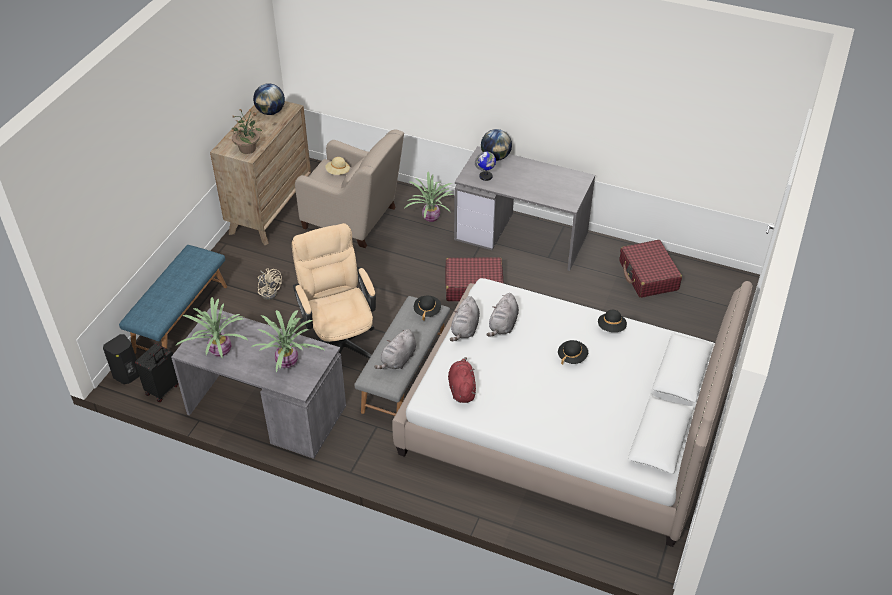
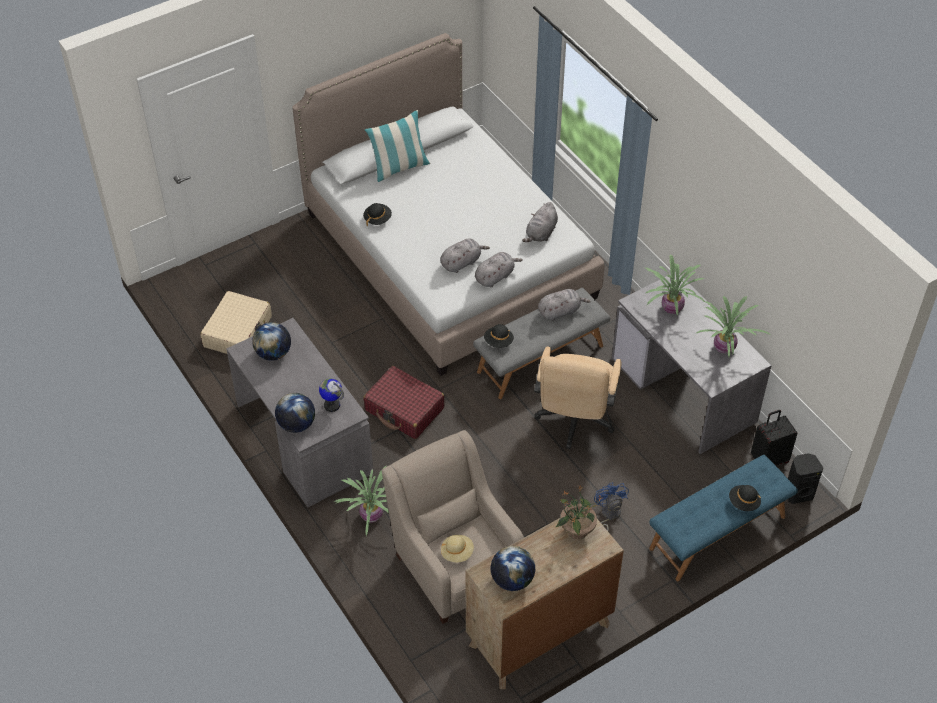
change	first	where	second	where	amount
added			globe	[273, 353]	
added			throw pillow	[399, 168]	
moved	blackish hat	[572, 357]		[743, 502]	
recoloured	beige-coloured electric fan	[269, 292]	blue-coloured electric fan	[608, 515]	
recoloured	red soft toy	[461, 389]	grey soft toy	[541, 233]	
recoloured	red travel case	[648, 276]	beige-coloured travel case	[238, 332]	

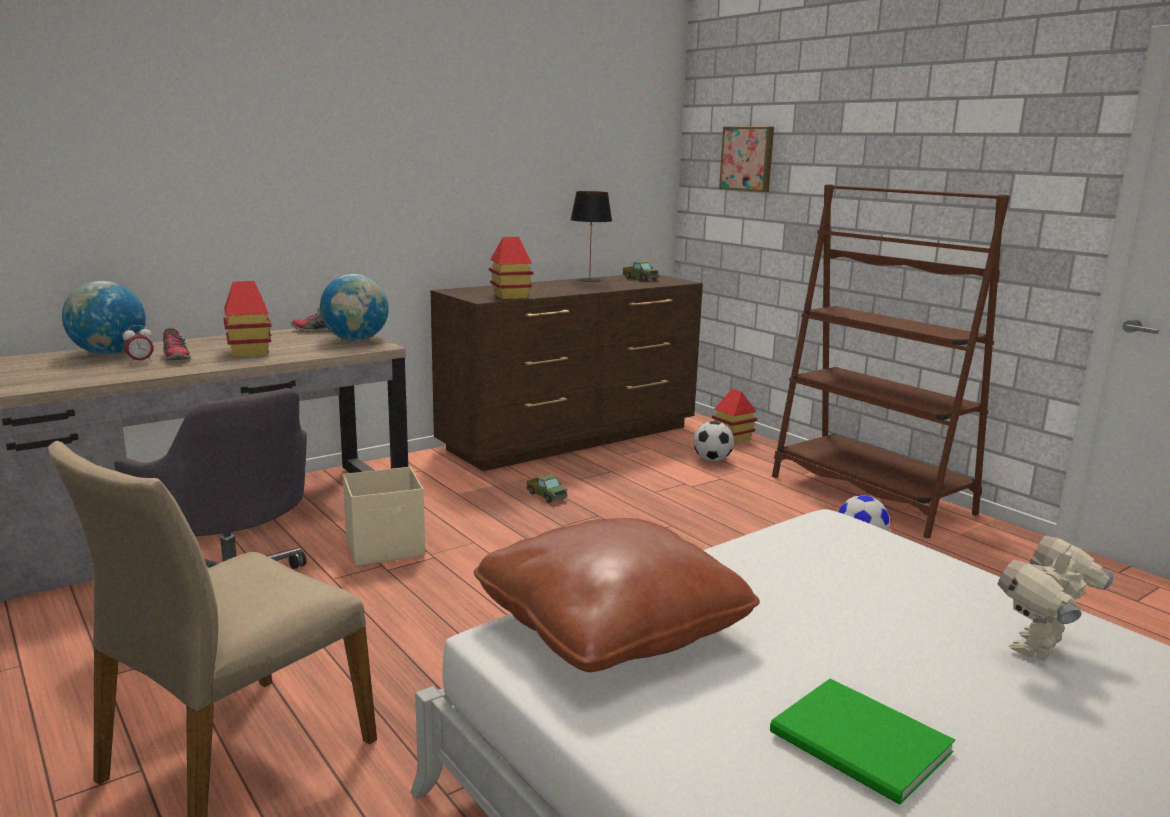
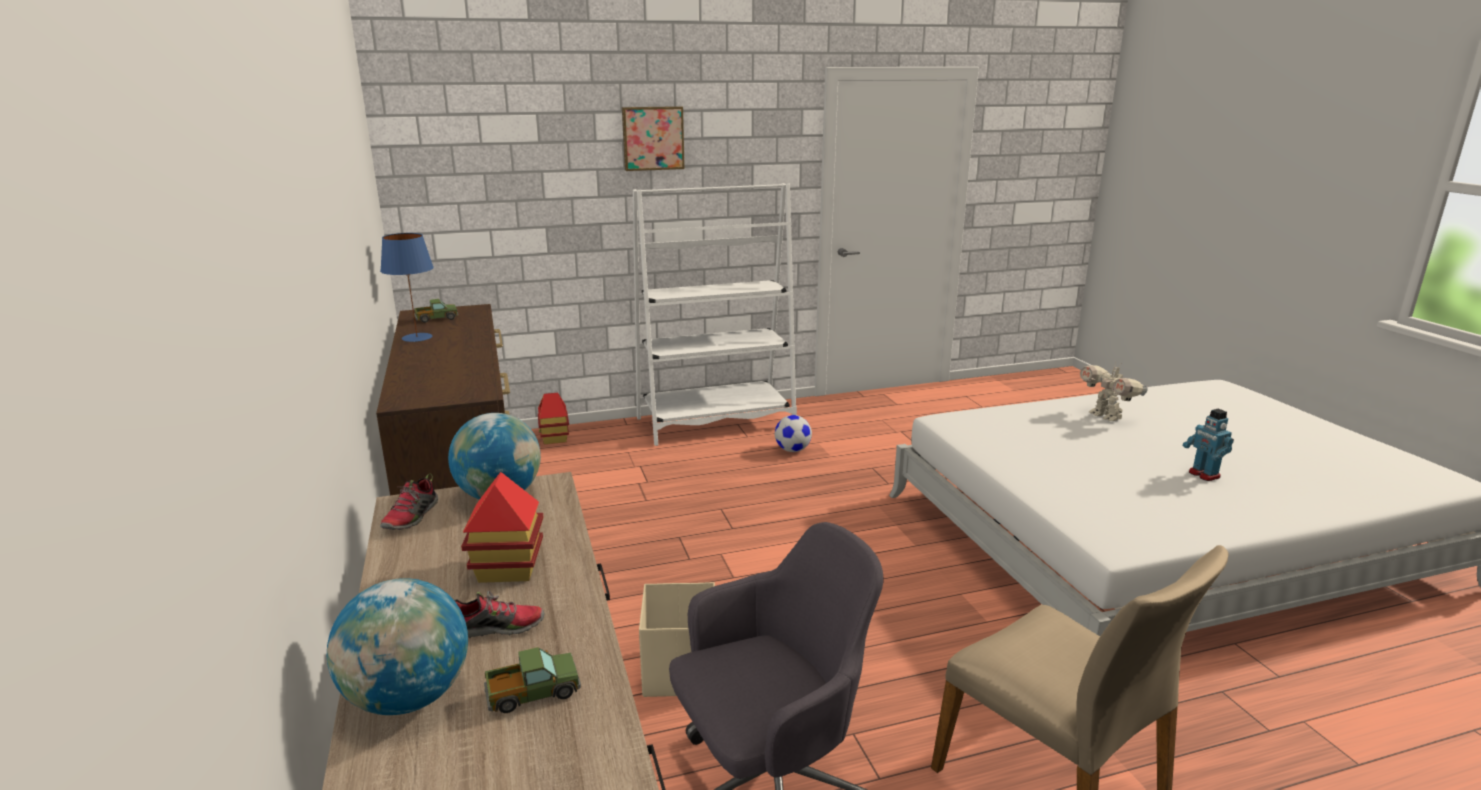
change	first	where	second	where	amount
removed	alarm clock	[140, 362]			
removed	brown throw pillow	[610, 625]			
removed	miniature house	[510, 296]			
removed	football ball	[712, 460]			
moved	model truck	[546, 496]		[533, 694]	
moved	wall art	[748, 158]		[652, 138]	
replaced	green volume	[862, 746]	model robot	[1203, 475]	
recoloured	blackish tabletop lamp	[590, 280]	blue-coloured tabletop lamp	[417, 337]	
recoloured	brown shelving unit	[870, 495]	white shelving unit	[716, 423]	

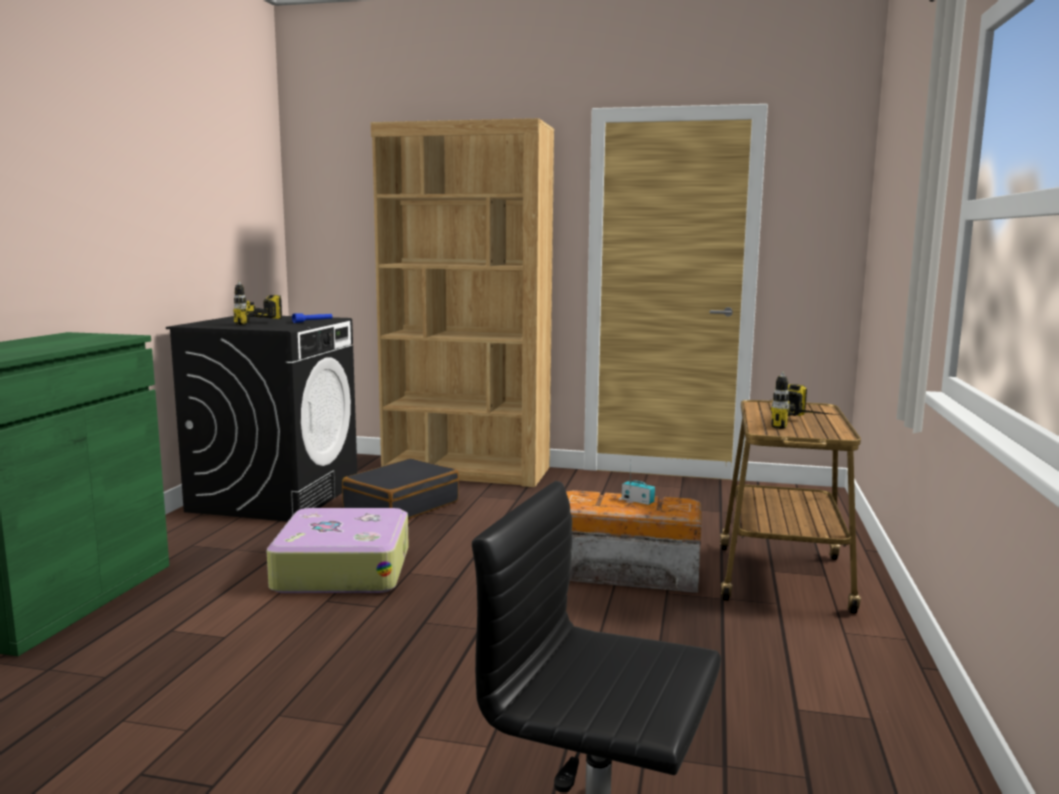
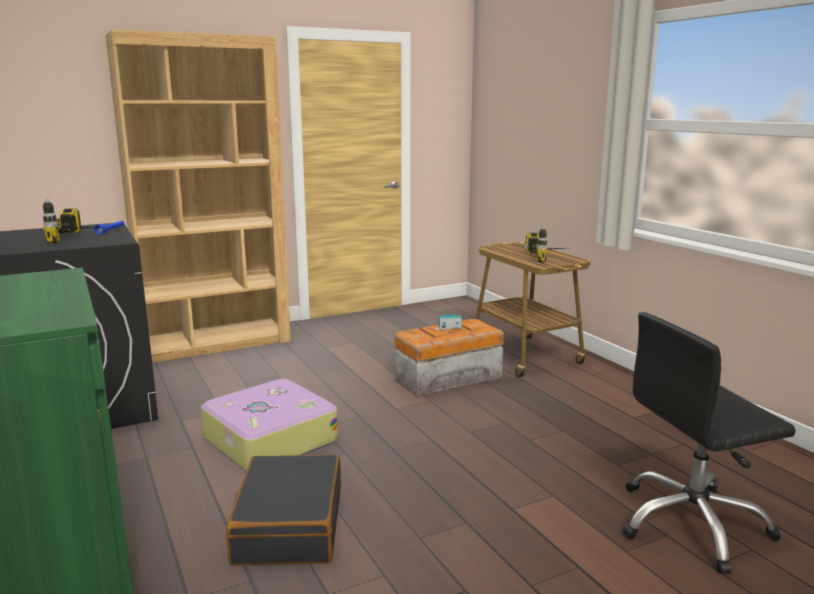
change	first	where	second	where	amount
moved	blackish travel case	[401, 505]		[288, 525]	

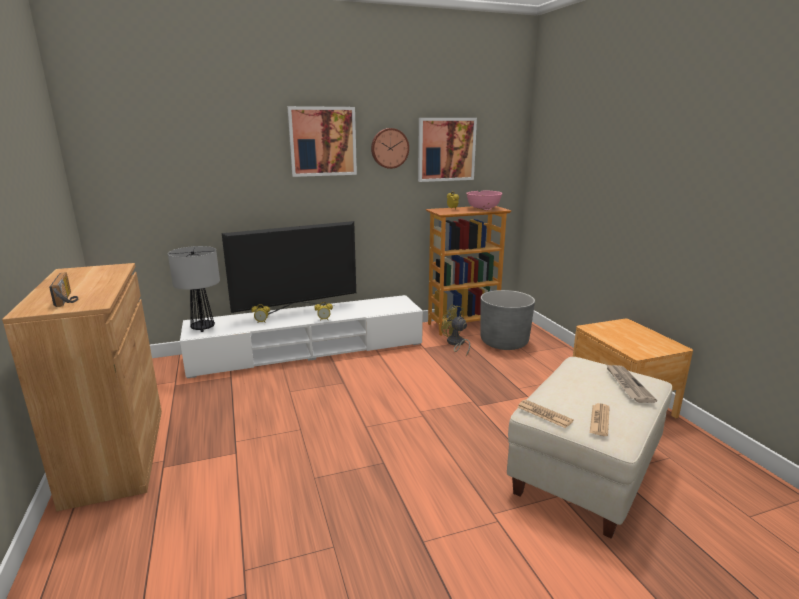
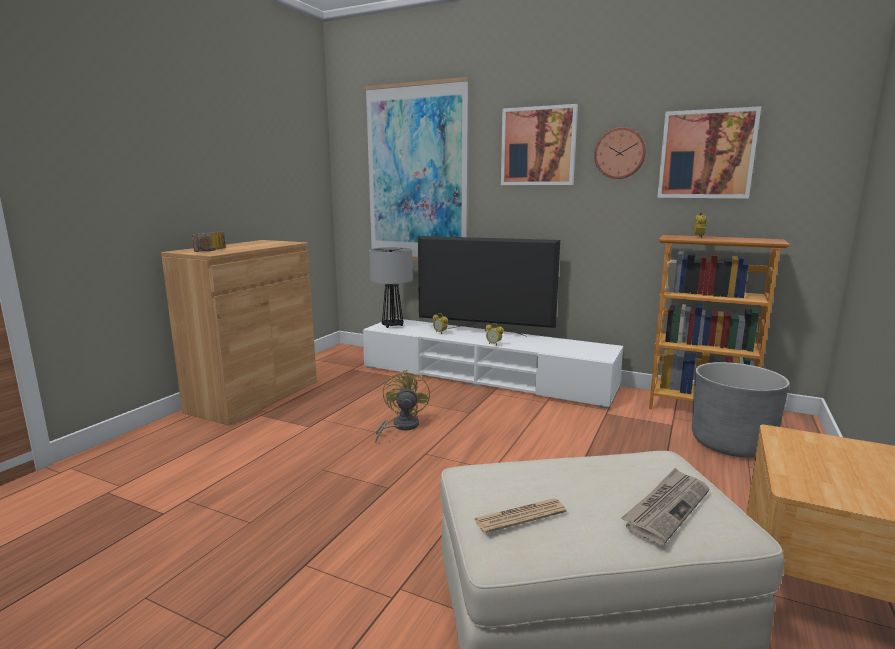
change	first	where	second	where	amount
removed	pink-coloured serving bowl	[483, 209]			
removed	newspaper	[544, 414]			
added			wall art	[416, 174]	
moved	yellow-coloured electric fan	[455, 344]		[401, 427]	

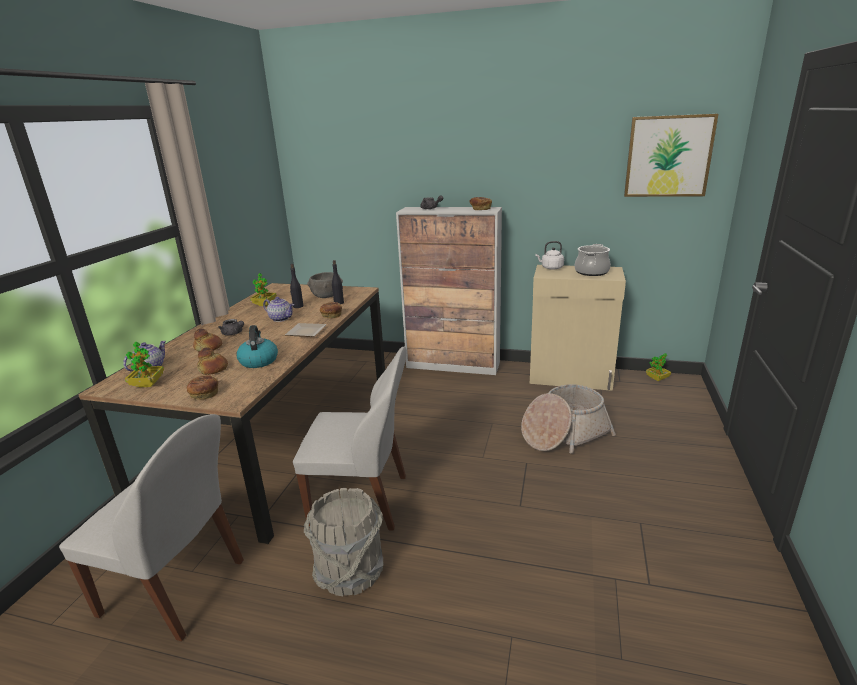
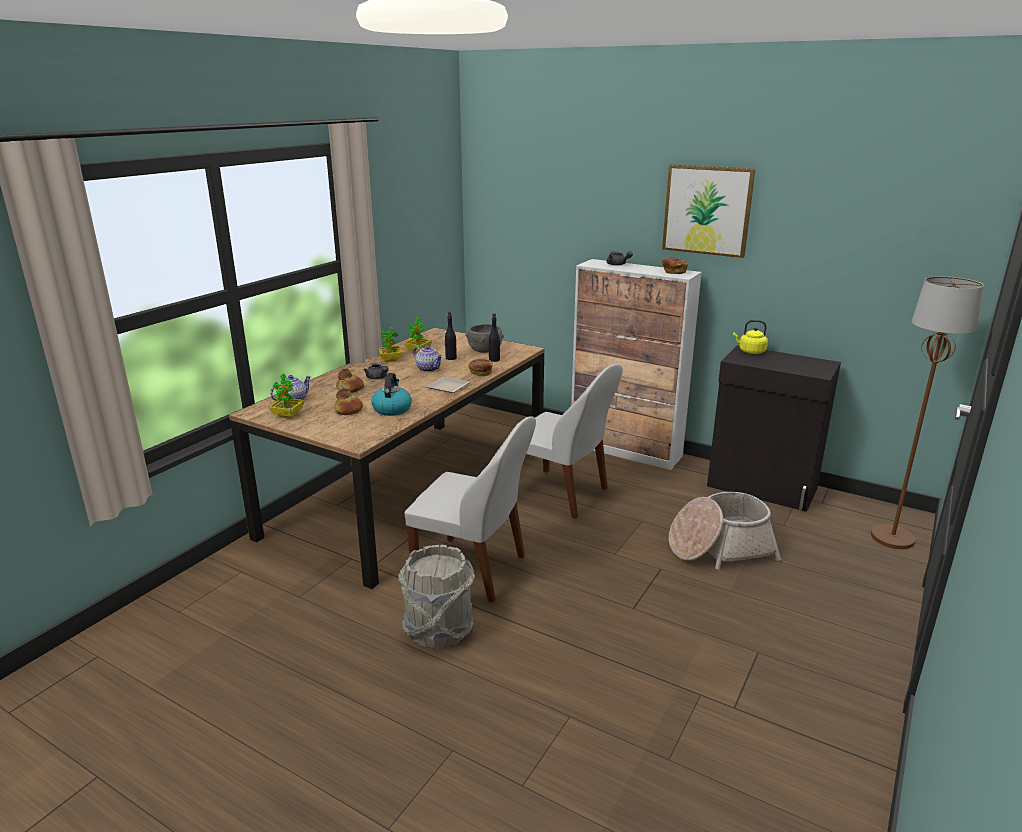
change	first	where	second	where	amount
removed	baked bread	[204, 394]			
removed	cooking pot	[591, 272]			
added			brown standard lamp	[892, 538]	
moved	white plain chair	[176, 589]		[562, 494]	
moved	wall art	[668, 156]		[707, 210]	
moved	houseplant	[657, 378]		[390, 360]	
recoloured	beige-coloured cupboard	[571, 377]	blackish cupboard	[762, 488]	
recoloured	white tea kettle	[550, 268]	yellow-coloured tea kettle	[750, 351]	

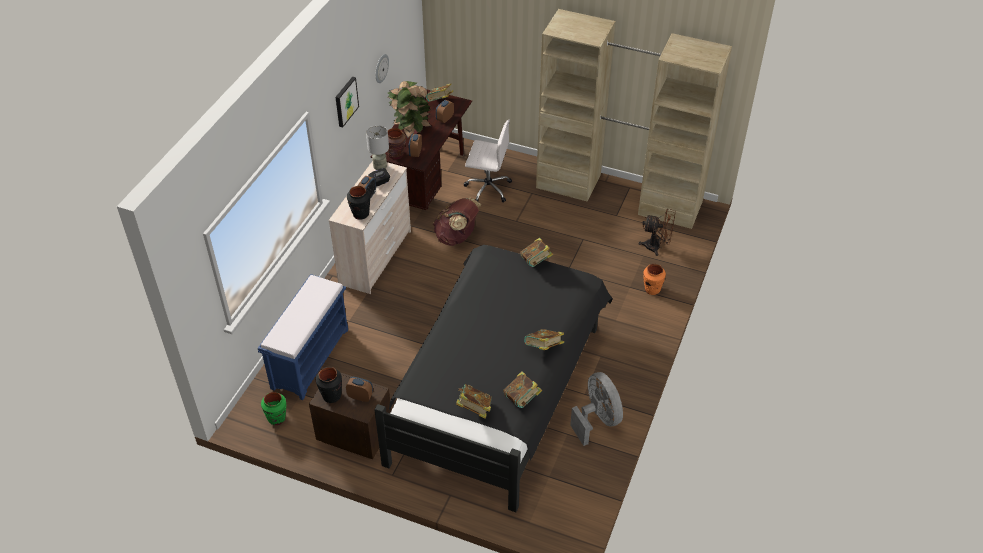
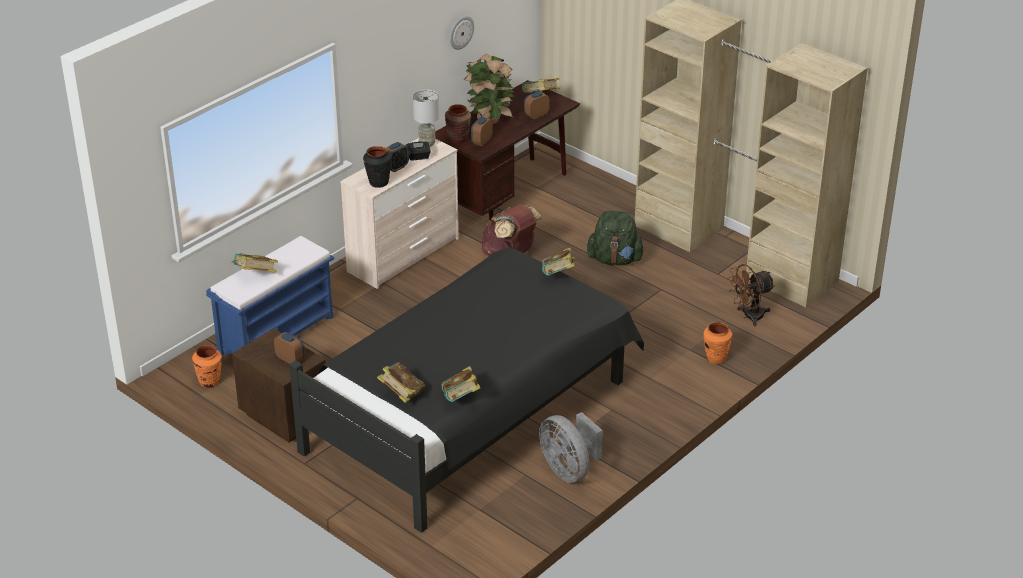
change	first	where	second	where	amount
removed	blackish vase	[331, 396]			
removed	wall art	[345, 101]			
removed	white desk chair	[487, 188]			
added			green backpack	[615, 259]	
moved	volume	[543, 348]		[255, 275]	
recoloured	green vase	[277, 418]	orange vase	[209, 381]	
turned	grey electric fan	[597, 420]		[569, 470]	150 degrees clockwise
turned	brown electric fan	[656, 247]		[748, 316]	120 degrees clockwise

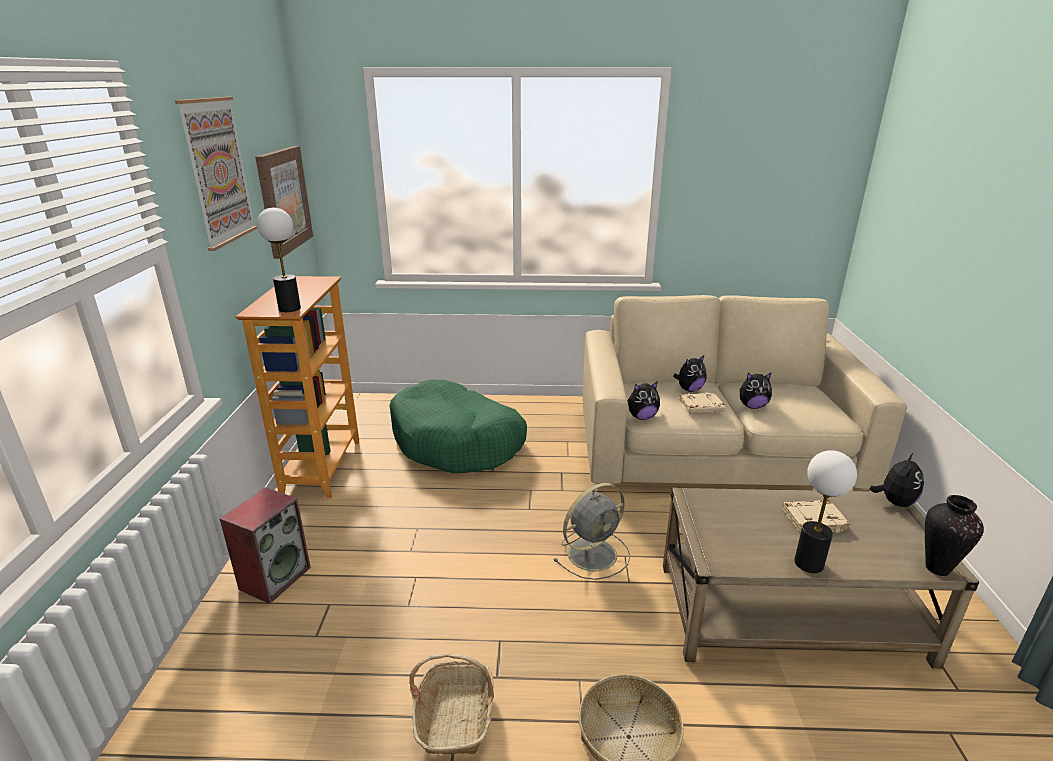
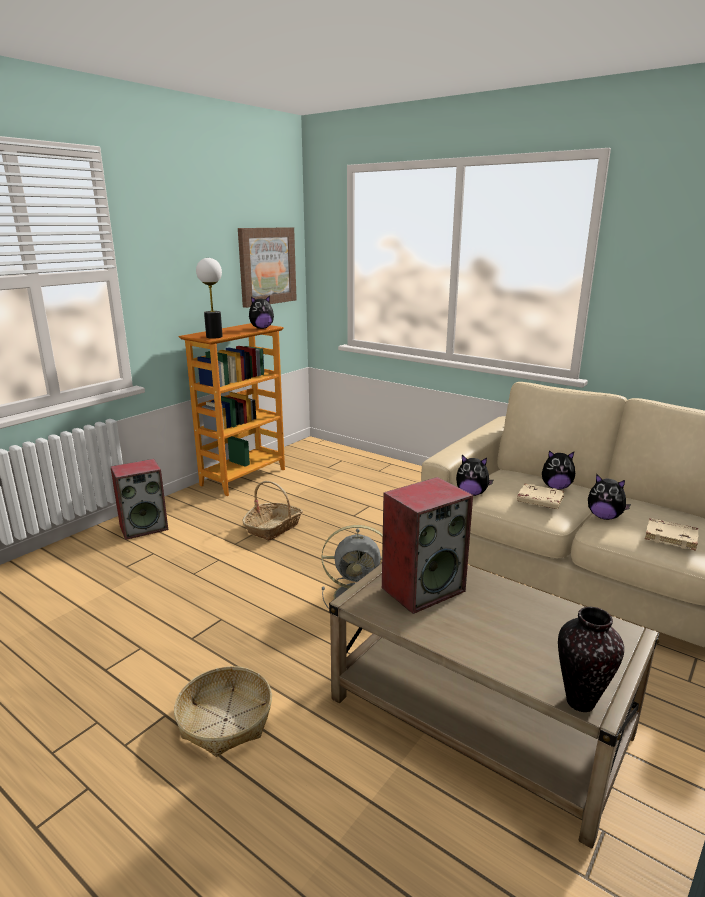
change	first	where	second	where	amount
removed	wall art	[217, 172]			
removed	green dog cushion	[457, 442]			
removed	tabletop lamp	[808, 563]			
added			audio speaker	[423, 588]	
moved	basket	[455, 716]		[273, 527]	
moved	beige-coloured volume	[814, 519]		[671, 537]	
moved	soft toy	[894, 502]		[261, 328]	

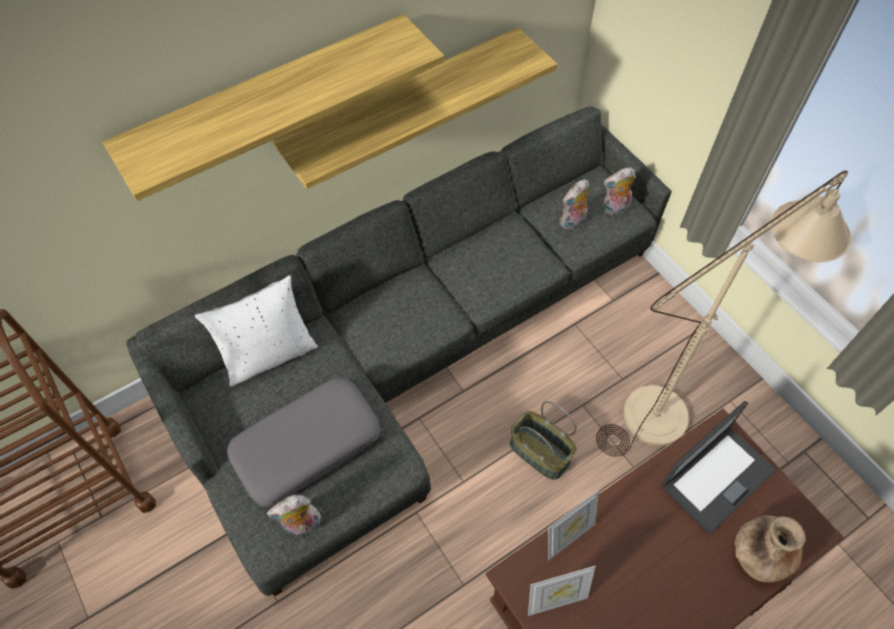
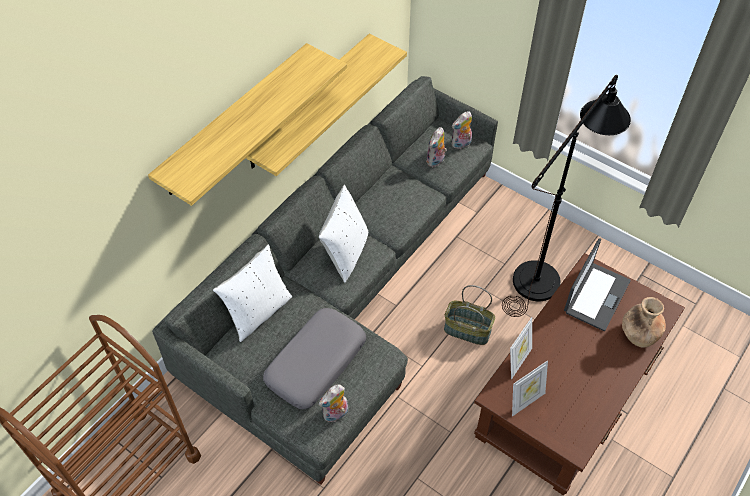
change	first	where	second	where	amount
added			white throw pillow	[345, 253]	
recoloured	beige-coloured standard lamp	[670, 407]	blackish standard lamp	[544, 273]	

